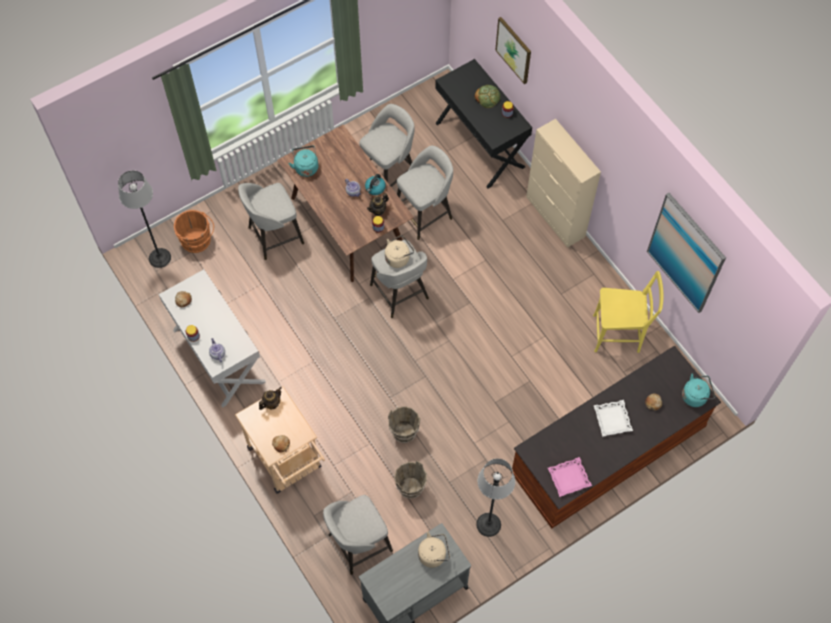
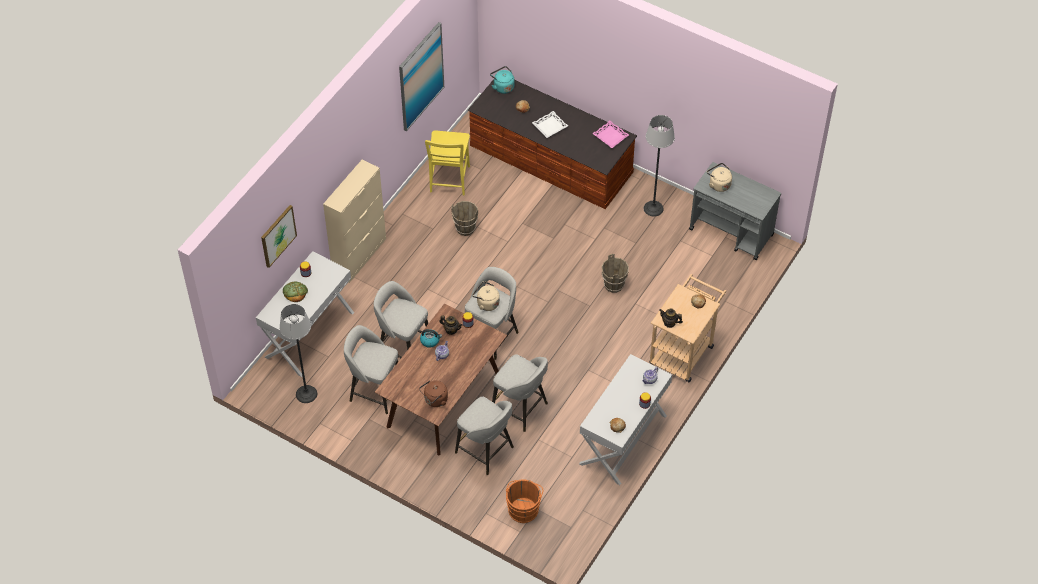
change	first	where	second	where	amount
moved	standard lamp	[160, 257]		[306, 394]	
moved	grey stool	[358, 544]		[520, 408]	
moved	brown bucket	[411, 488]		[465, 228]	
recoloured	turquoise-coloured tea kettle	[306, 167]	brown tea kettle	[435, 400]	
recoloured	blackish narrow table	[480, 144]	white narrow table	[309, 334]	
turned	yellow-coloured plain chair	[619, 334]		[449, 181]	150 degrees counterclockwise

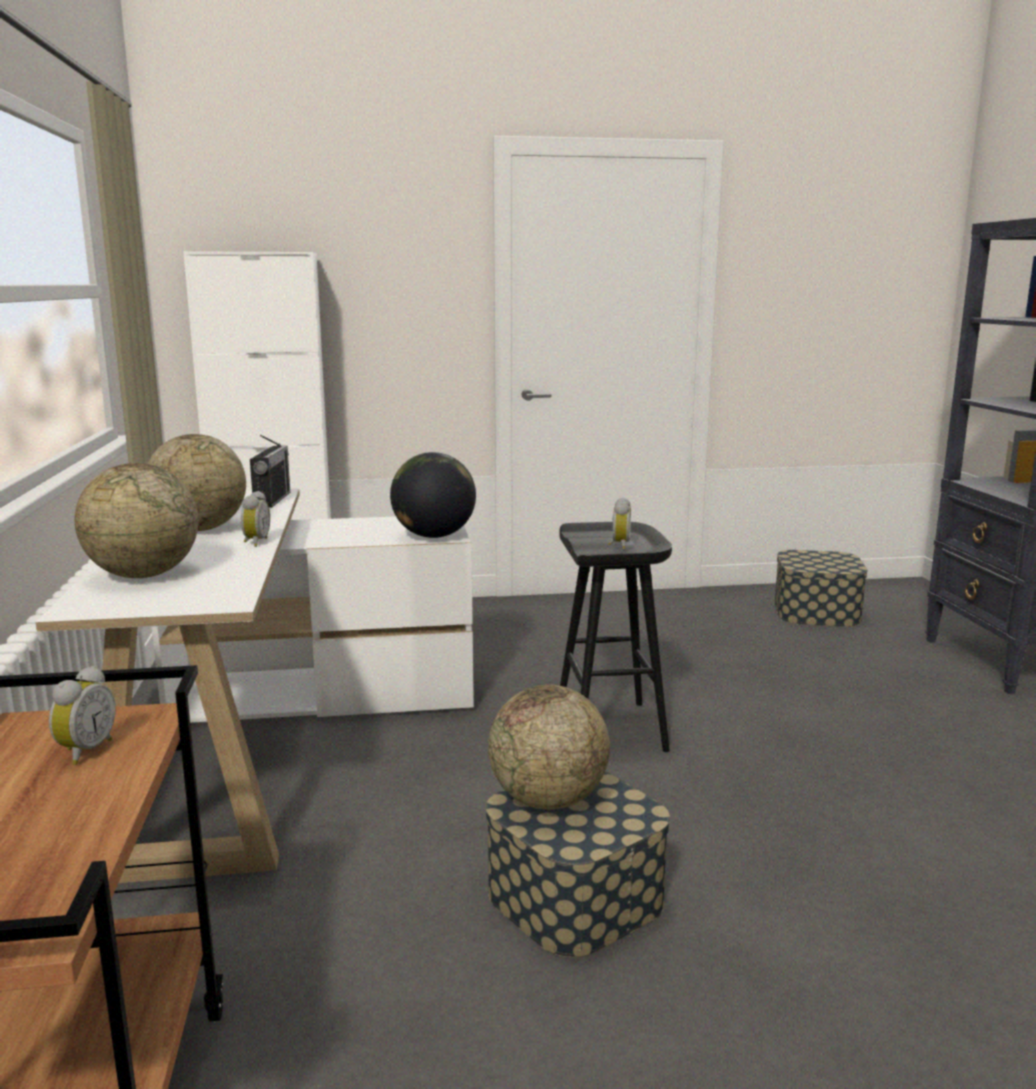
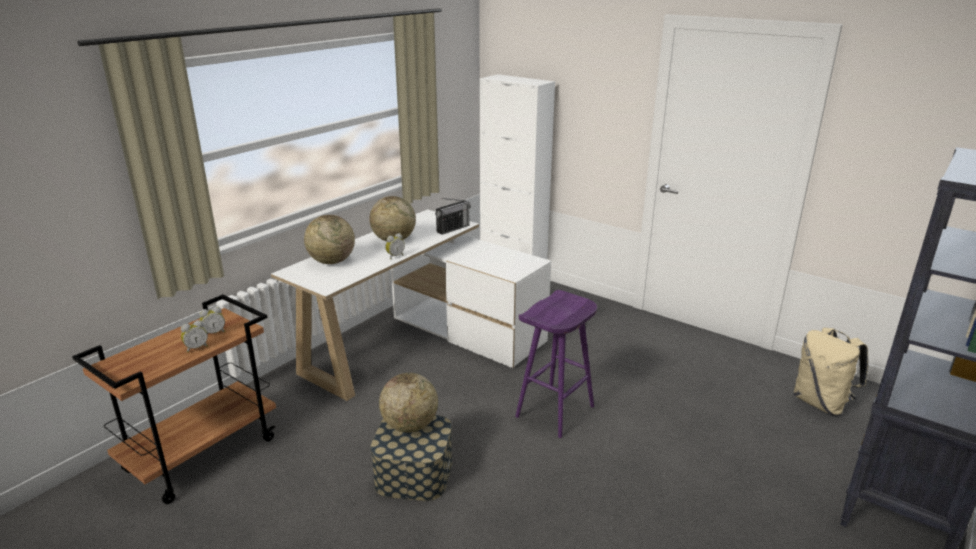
change	first	where	second	where	amount
removed	globe	[434, 536]			
moved	alarm clock	[618, 545]		[196, 348]	
replaced	storage box	[816, 612]	beige-coloured backpack	[821, 403]	
recoloured	blackish stool	[612, 729]	purple stool	[555, 412]	

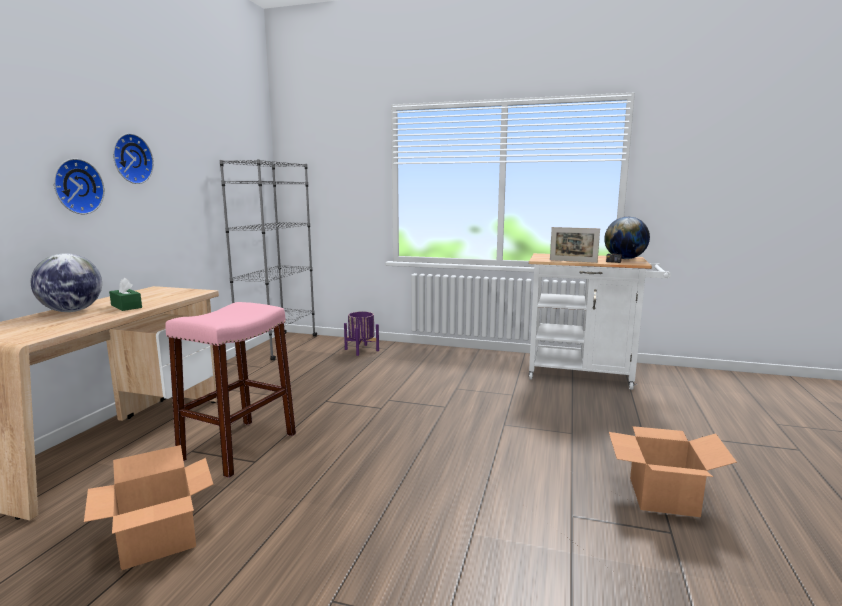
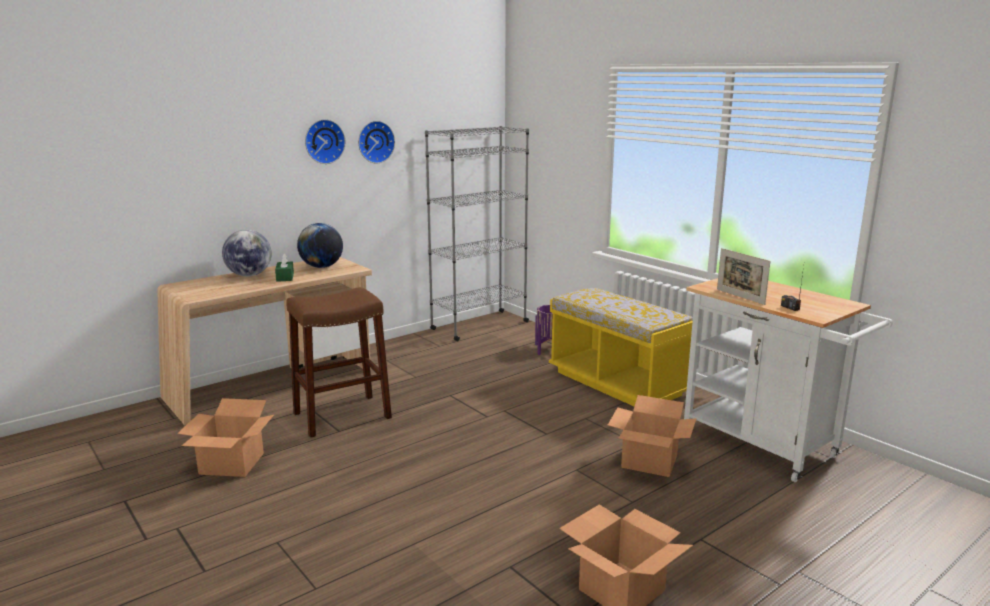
change	first	where	second	where	amount
added			yellow-coloured bench	[617, 383]	
added			packing box	[650, 461]	
moved	wall clock	[76, 186]		[375, 142]	
moved	globe	[624, 259]		[321, 267]	
recoloured	pink-coloured stool	[239, 447]	brown stool	[342, 415]	

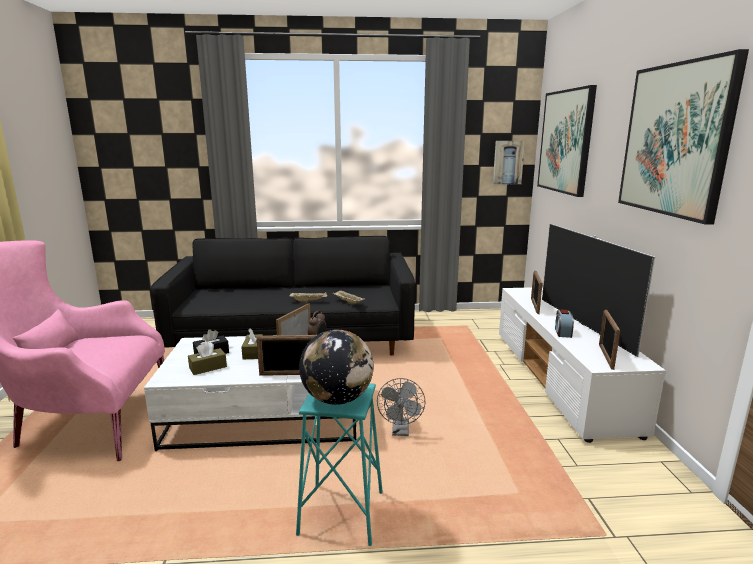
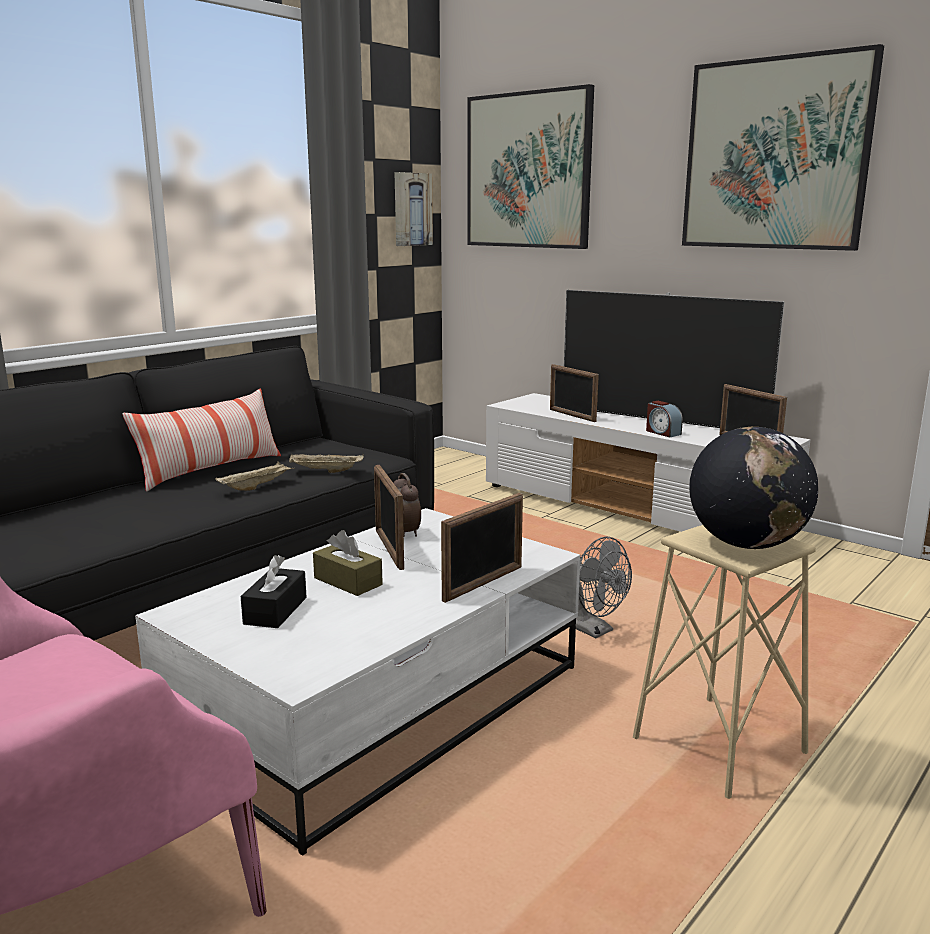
change	first	where	second	where	amount
removed	brown tissue box	[208, 367]			
added			throw pillow	[210, 470]	
recoloured	turquoise-coloured stool	[341, 513]	beige-coloured stool	[719, 746]	

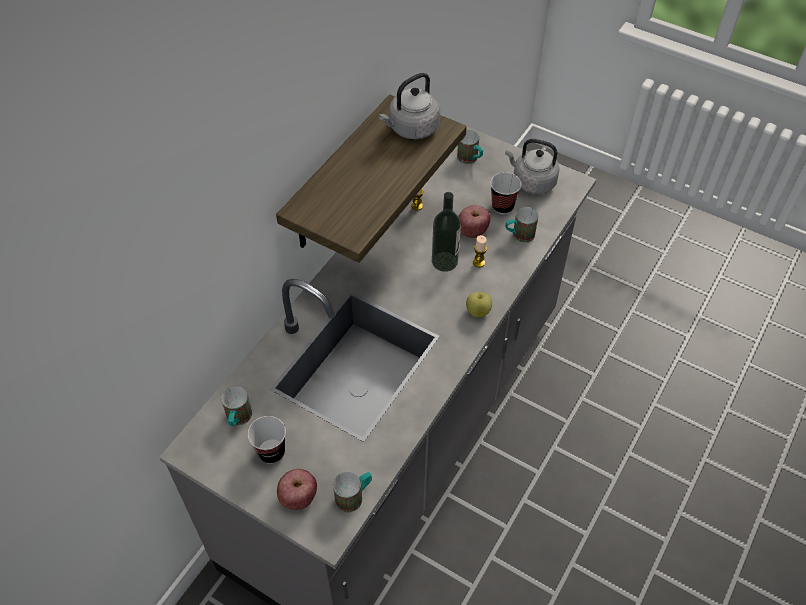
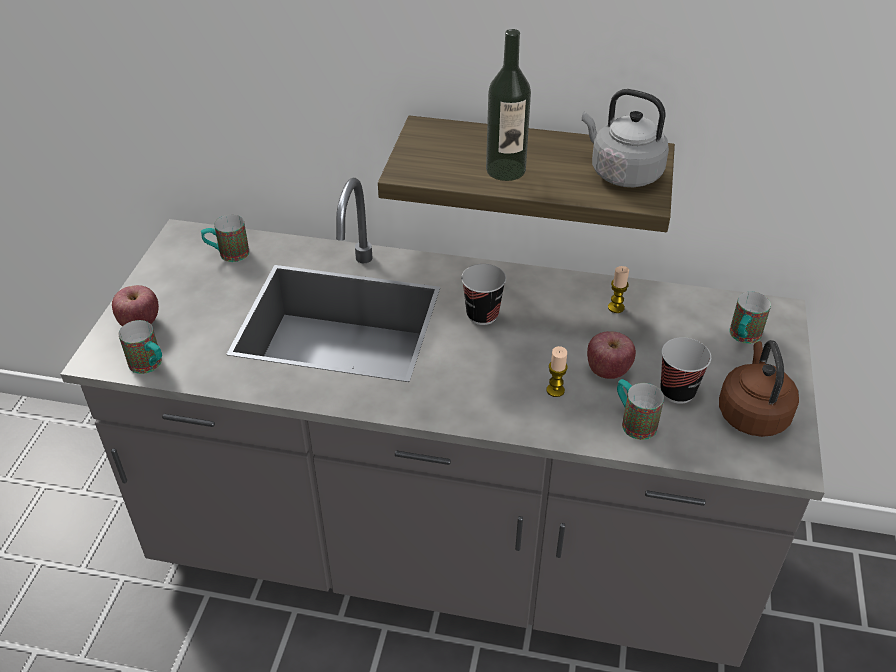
change	first	where	second	where	amount
removed	apple	[478, 311]			
moved	drinking cup	[271, 452]		[482, 315]	
moved	drink bottle	[444, 261]		[505, 170]	
recoloured	grey tea kettle	[531, 182]	brown tea kettle	[752, 413]	

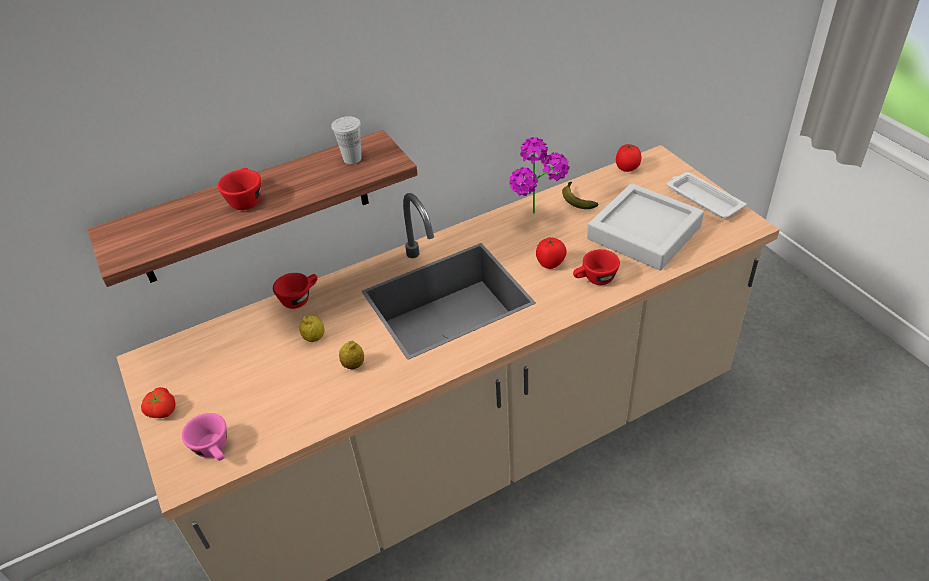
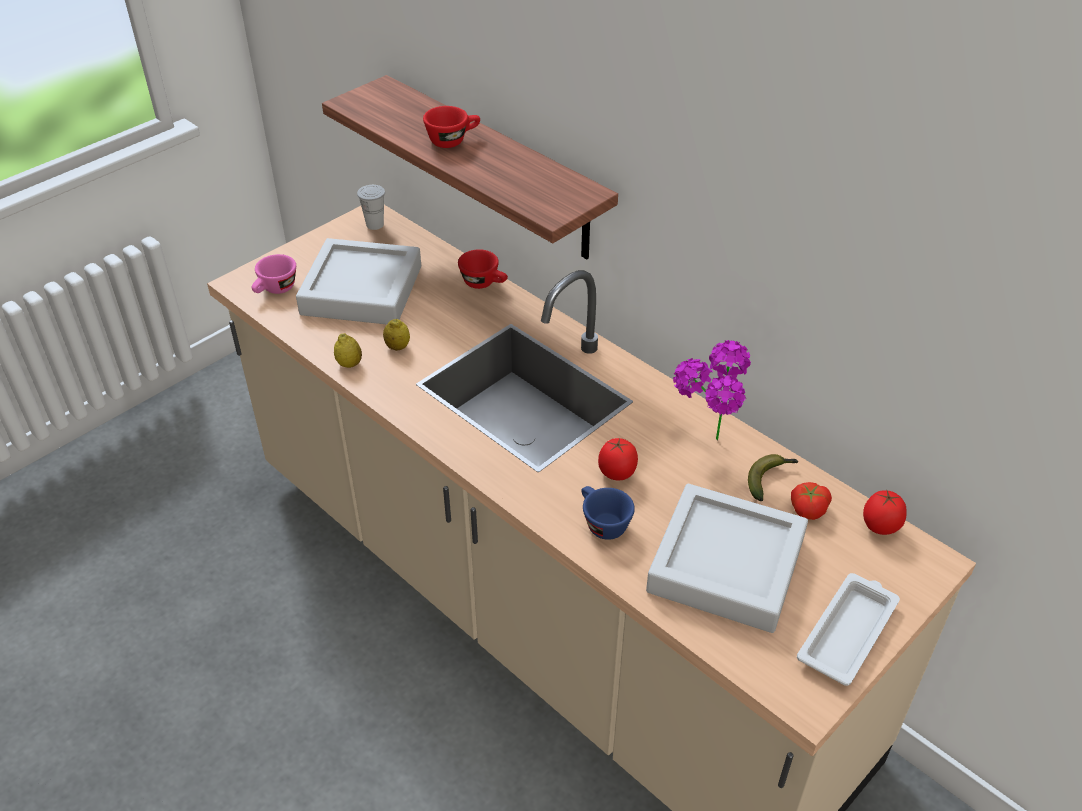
change	first	where	second	where	amount
added			grey tray	[362, 290]	
moved	whole tomato	[161, 411]		[807, 509]	
moved	lemon	[314, 338]		[349, 364]	
moved	white drinking cup	[352, 158]		[375, 224]	
recoloured	red drinking cup	[595, 279]	blue-coloured drinking cup	[602, 523]	

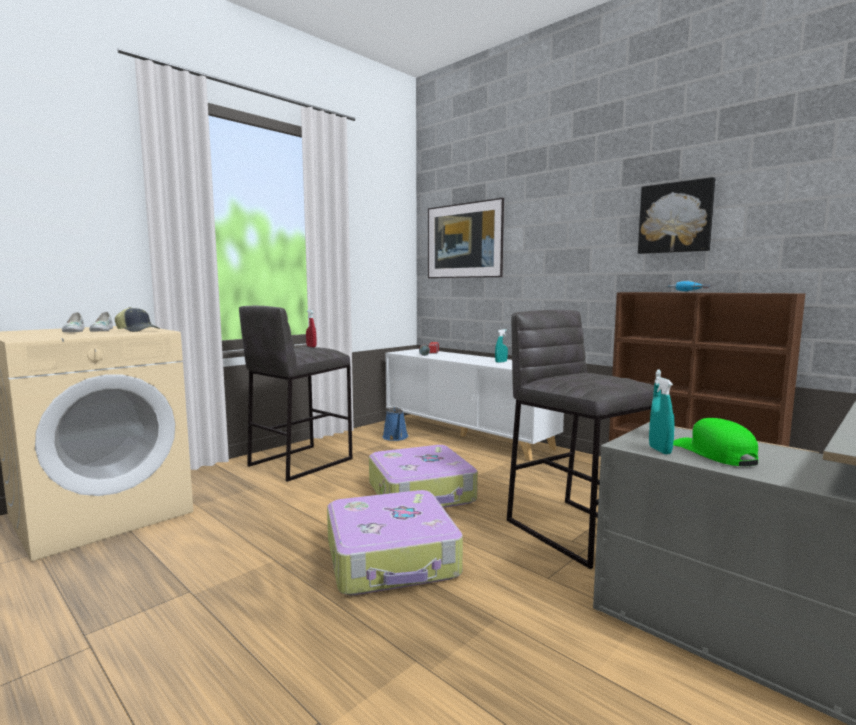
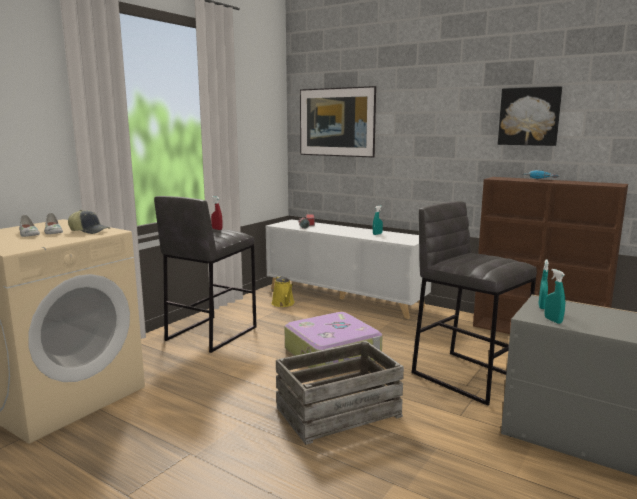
change	first	where	second	where	amount
removed	green peaked cap	[713, 453]			
replaced	travel case	[392, 558]	packing crate	[338, 411]	
recoloured	blue-coloured watering can	[395, 438]	yellow-coloured watering can	[284, 304]	

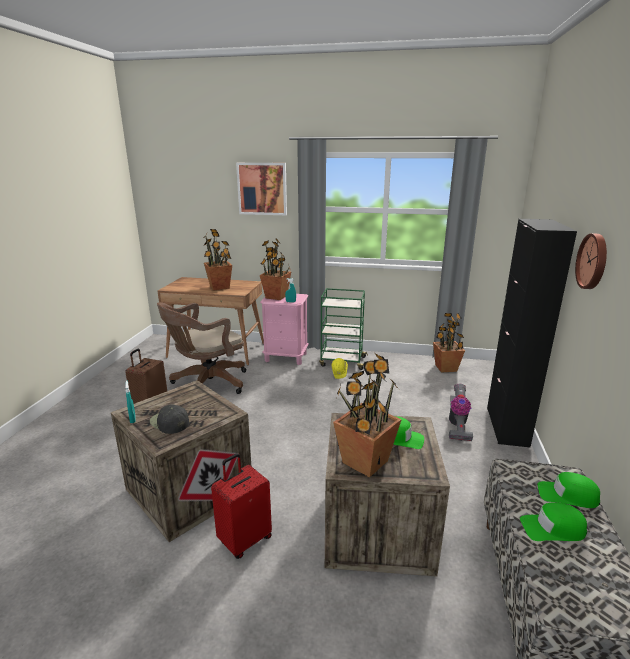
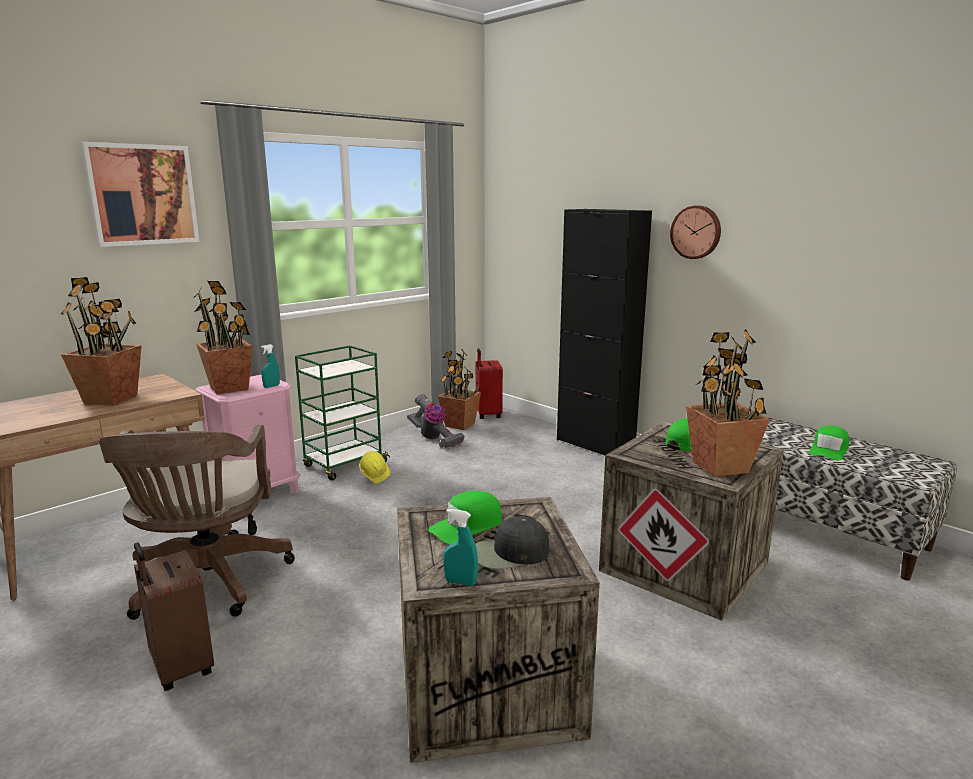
change	first	where	second	where	amount
moved	red travel case	[244, 539]		[487, 414]	
moved	vacuum	[457, 425]		[434, 439]	
moved	green peaked cap	[567, 495]		[467, 526]	

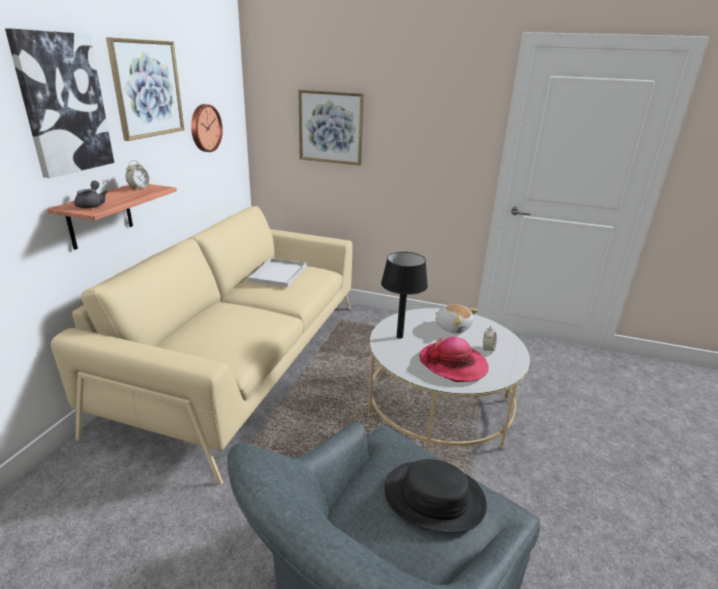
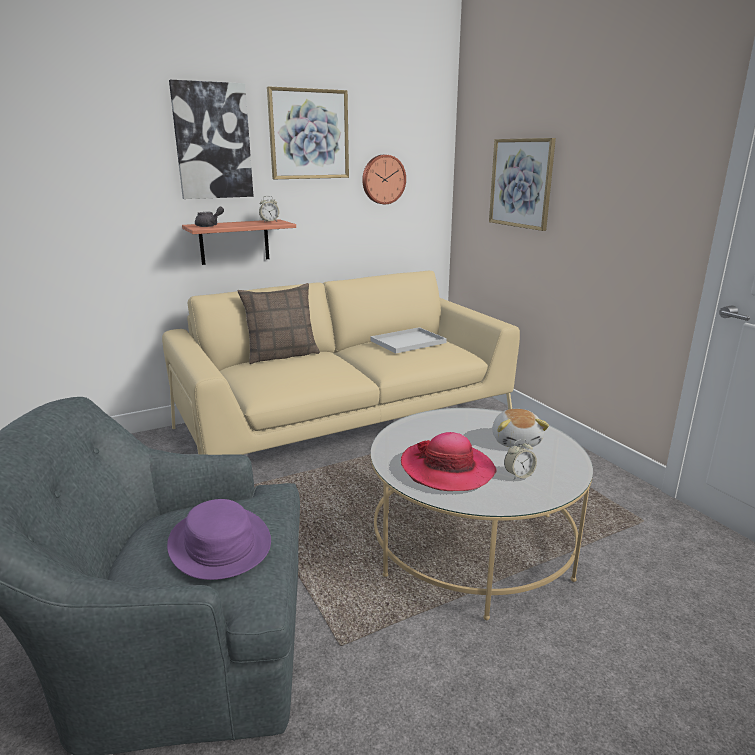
change	first	where	second	where	amount
removed	blackish tabletop lamp	[400, 337]			
added			throw pillow	[282, 355]	
recoloured	blackish hat	[434, 497]	purple hat	[219, 544]	

